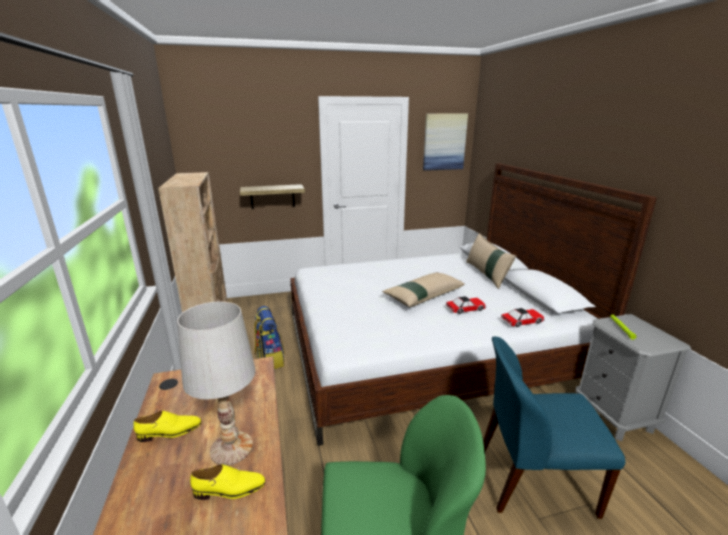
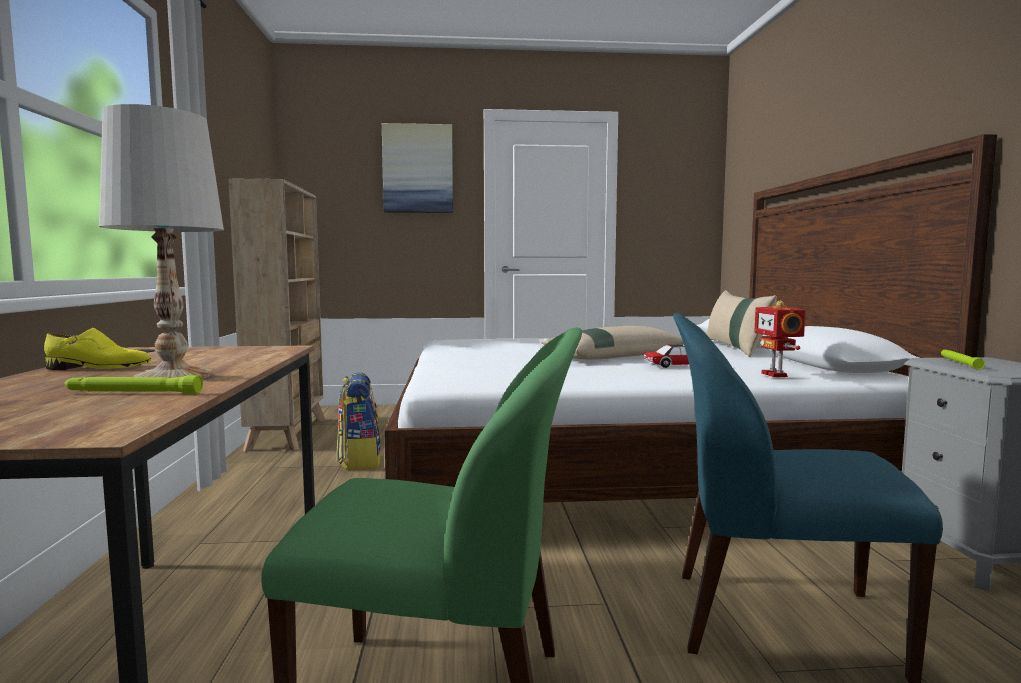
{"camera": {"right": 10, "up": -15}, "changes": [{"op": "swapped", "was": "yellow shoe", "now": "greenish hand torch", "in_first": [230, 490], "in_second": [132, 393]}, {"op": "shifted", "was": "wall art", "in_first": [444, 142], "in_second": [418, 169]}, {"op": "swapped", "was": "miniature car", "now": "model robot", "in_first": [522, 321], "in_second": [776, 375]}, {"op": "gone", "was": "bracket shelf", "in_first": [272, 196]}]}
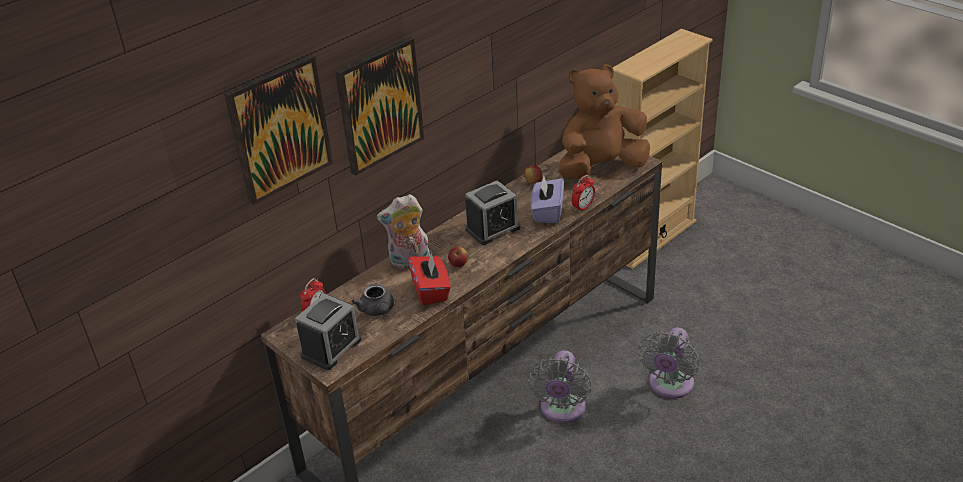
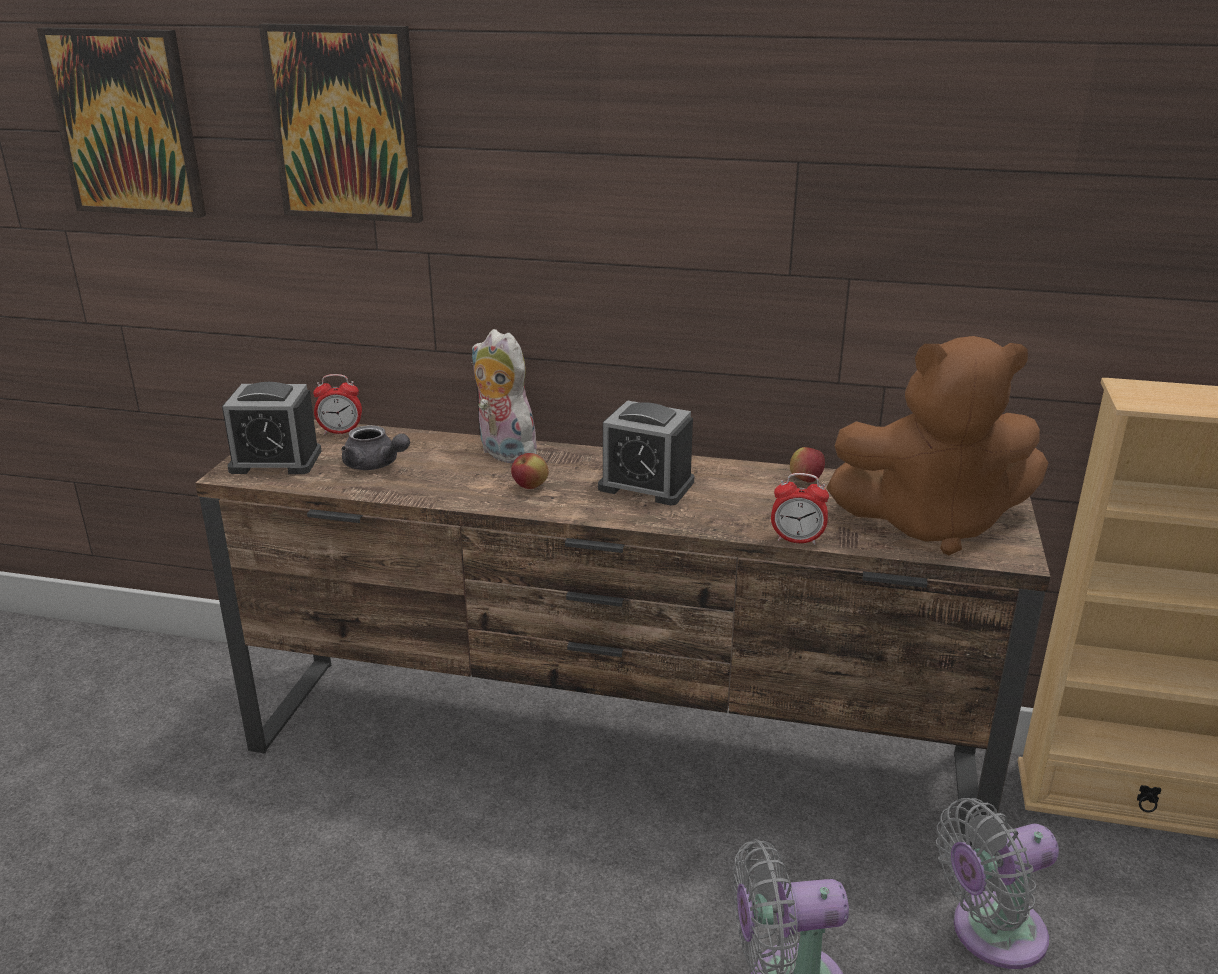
{"camera": {"right": 55, "up": -10}, "changes": [{"op": "shifted", "was": "wall art", "in_first": [379, 105], "in_second": [127, 123]}, {"op": "rotated", "was": "grey pot for tea", "in_first": [377, 311], "in_second": [375, 465], "clockwise": -90}, {"op": "rotated", "was": "brown-coloured plush toy", "in_first": [600, 168], "in_second": [931, 523], "clockwise": 150}, {"op": "shifted", "was": "grey electric fan", "in_first": [562, 410], "in_second": [990, 934]}, {"op": "gone", "was": "red-coloured tissue box", "in_first": [431, 291]}, {"op": "gone", "was": "purplish tissue box", "in_first": [547, 212]}]}
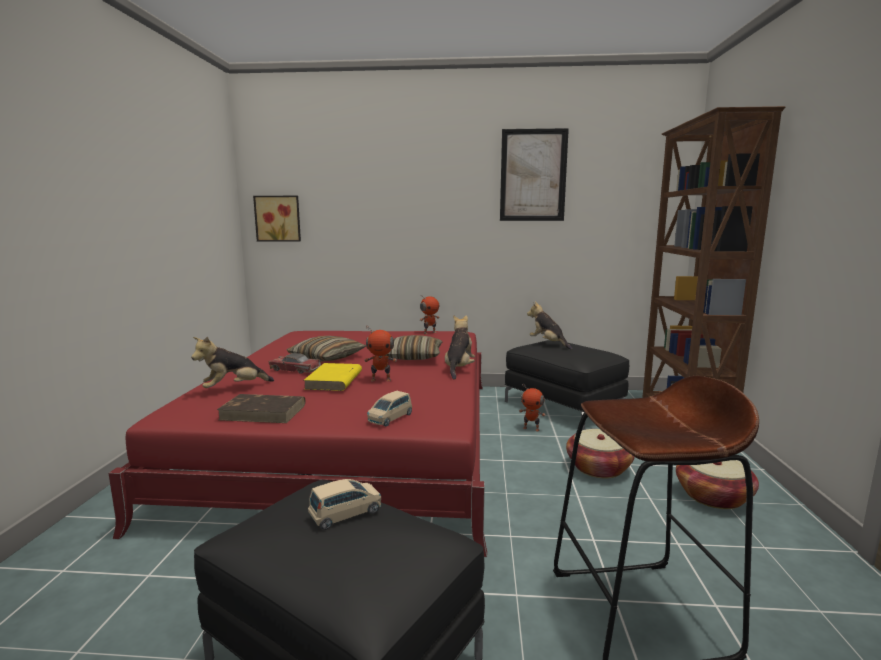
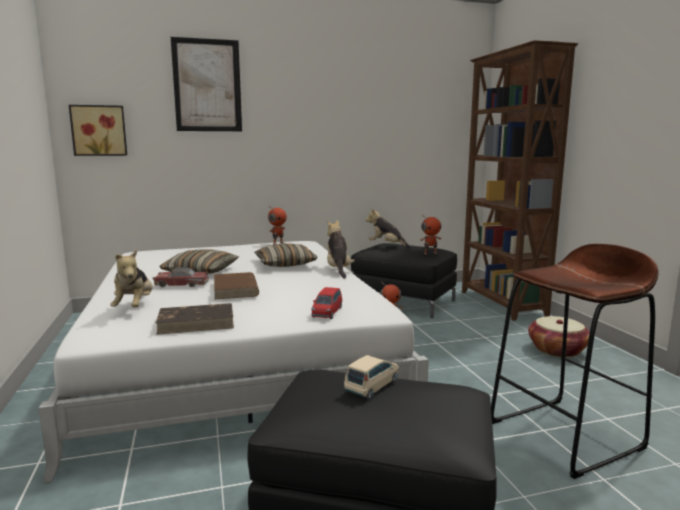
{"camera": {"right": -20, "up": 0}, "changes": [{"op": "repainted", "was": "red-coloured bedroom bed", "now": "white-coloured bedroom bed", "in_first": [354, 440], "in_second": [236, 352]}, {"op": "rotated", "was": "plush toy", "in_first": [233, 388], "in_second": [134, 306], "clockwise": -45}, {"op": "shifted", "was": "wall art", "in_first": [533, 175], "in_second": [207, 85]}, {"op": "repainted", "was": "yellow book", "now": "brown-coloured book", "in_first": [334, 380], "in_second": [236, 289]}, {"op": "repainted", "was": "beige-coloured miniature car", "now": "red-coloured miniature car", "in_first": [390, 418], "in_second": [327, 312]}, {"op": "shifted", "was": "model robot", "in_first": [381, 380], "in_second": [430, 253]}, {"op": "gone", "was": "basket", "in_first": [598, 468]}]}
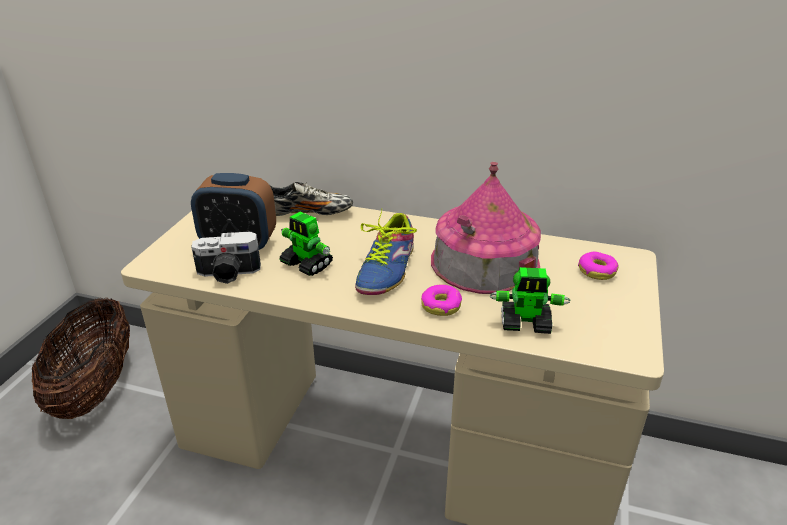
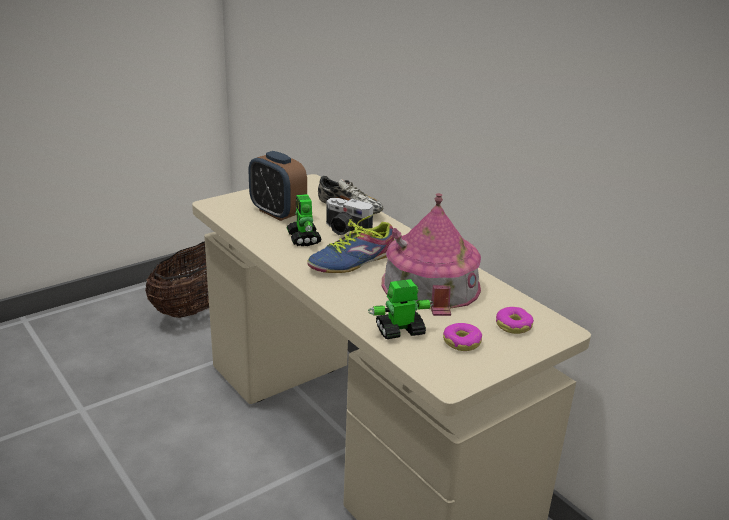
{"camera": {"right": 35, "up": -5}, "changes": [{"op": "shifted", "was": "photo camera", "in_first": [228, 274], "in_second": [345, 230]}, {"op": "rotated", "was": "model robot", "in_first": [526, 323], "in_second": [399, 331], "clockwise": 120}, {"op": "shifted", "was": "doughnut", "in_first": [441, 305], "in_second": [462, 342]}]}
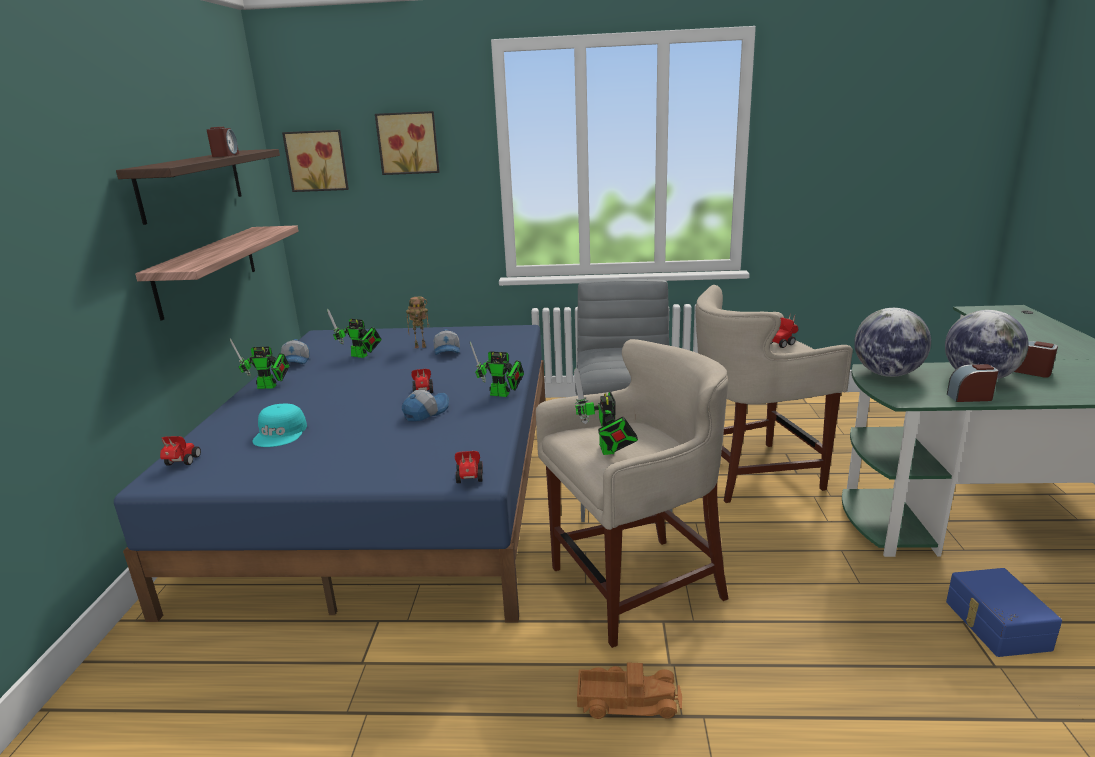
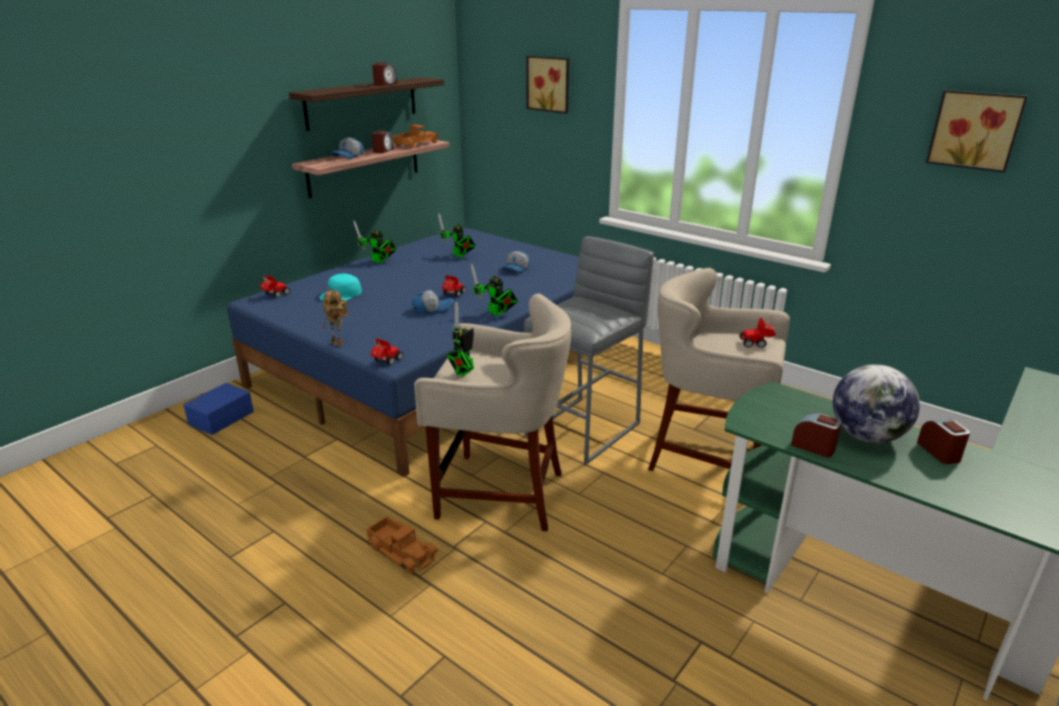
{"camera": {"right": 35, "up": 5}, "changes": [{"op": "shifted", "was": "blue storage container", "in_first": [995, 625], "in_second": [220, 417]}, {"op": "shifted", "was": "model robot", "in_first": [421, 346], "in_second": [339, 344]}, {"op": "shifted", "was": "cap", "in_first": [296, 361], "in_second": [348, 156]}, {"op": "new", "now": "bedside clock", "in_second": [383, 151]}, {"op": "new", "now": "toy truck", "in_second": [415, 144]}, {"op": "shifted", "was": "wall art", "in_first": [317, 160], "in_second": [975, 130]}, {"op": "gone", "was": "desk globe", "in_first": [886, 374]}]}
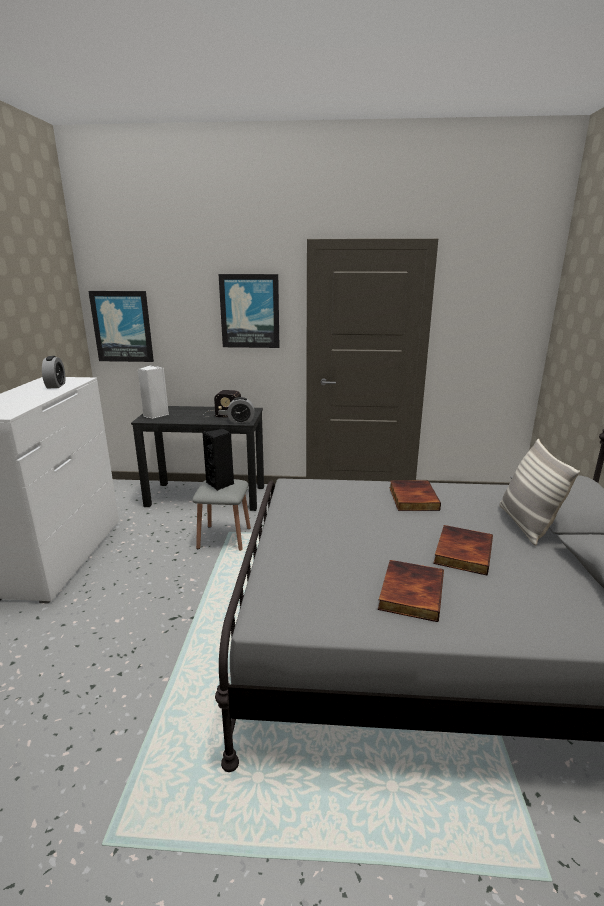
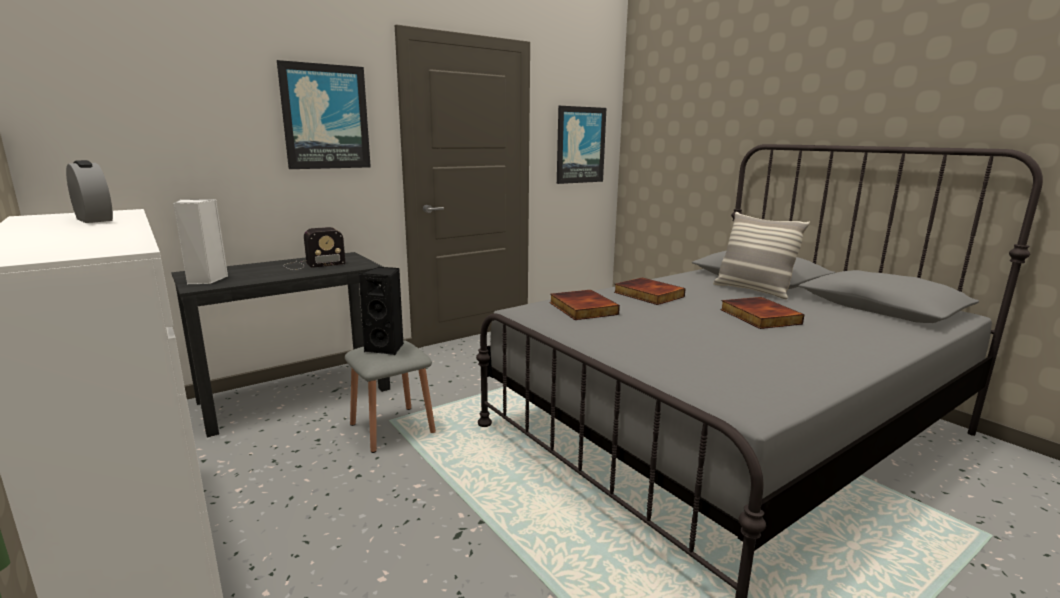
{"camera": {"right": -40, "up": -5}, "changes": [{"op": "shifted", "was": "book", "in_first": [409, 592], "in_second": [581, 308]}, {"op": "shifted", "was": "wall art", "in_first": [122, 326], "in_second": [580, 145]}, {"op": "gone", "was": "bedside clock", "in_first": [241, 421]}]}
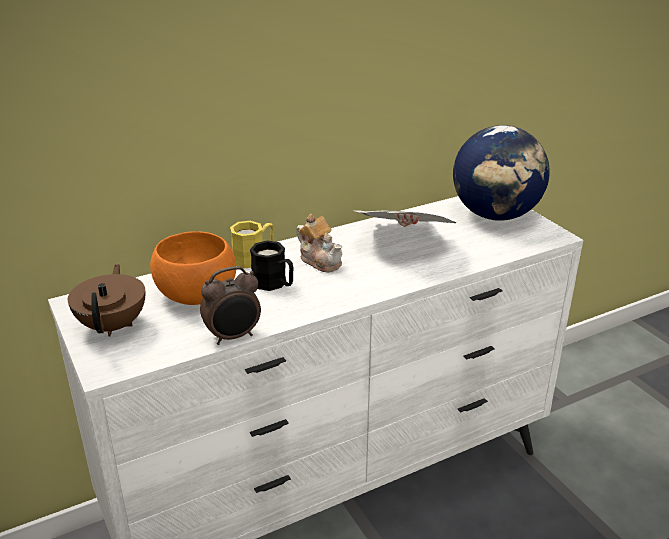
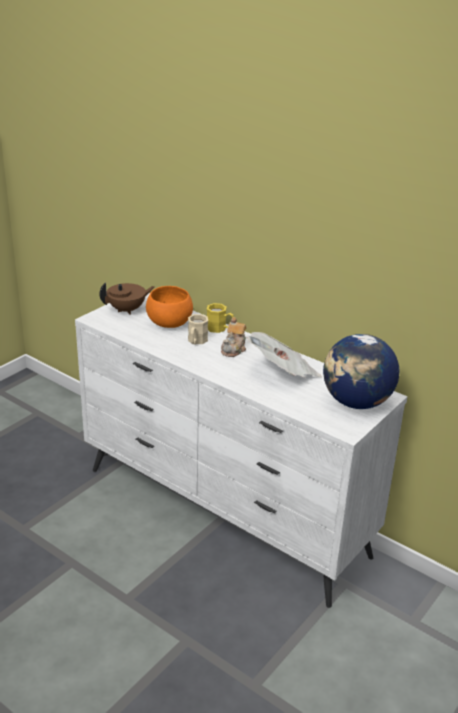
{"camera": {"right": 65, "up": 0}, "changes": [{"op": "repainted", "was": "blackish coffee mug", "now": "beige-coloured coffee mug", "in_first": [274, 284], "in_second": [196, 341]}, {"op": "gone", "was": "bedside clock", "in_first": [233, 337]}]}
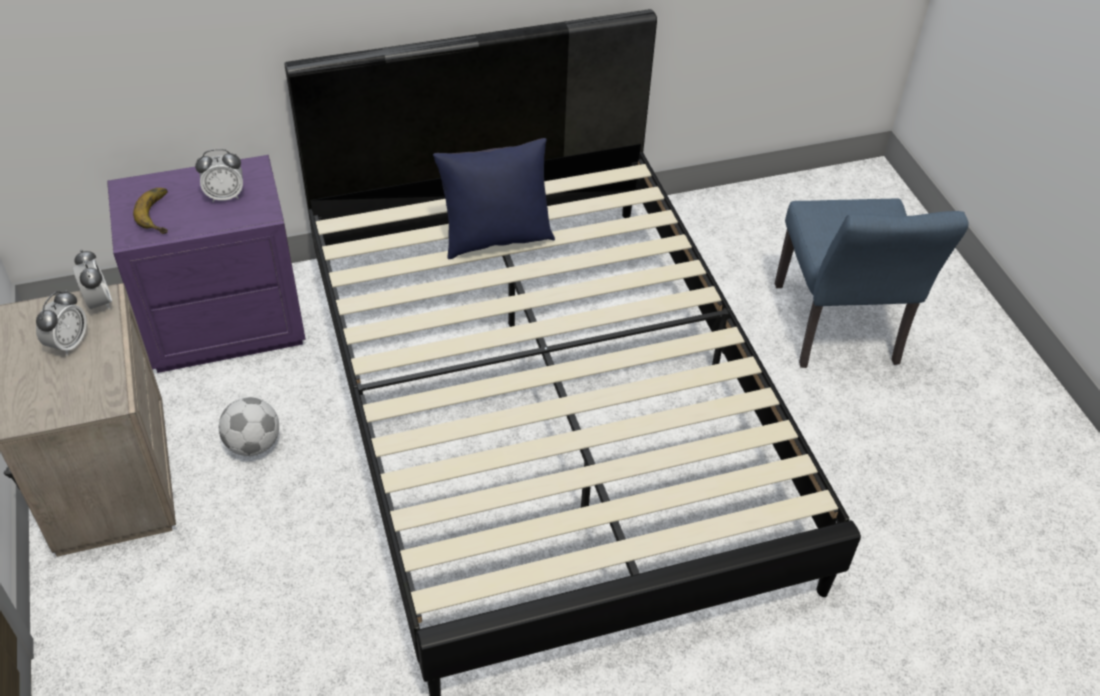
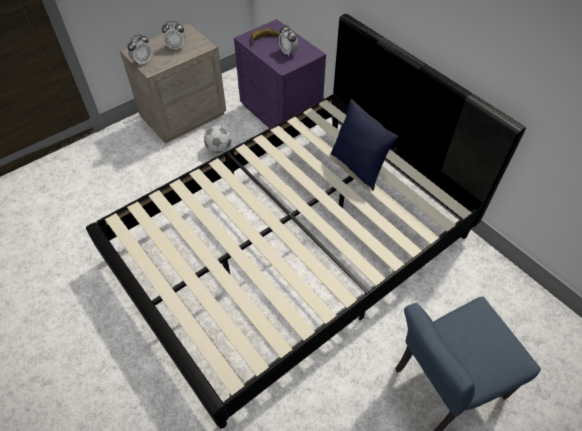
{"camera": {"right": 70, "up": 5}, "changes": [{"op": "shifted", "was": "bedside clock", "in_first": [99, 302], "in_second": [142, 62]}]}
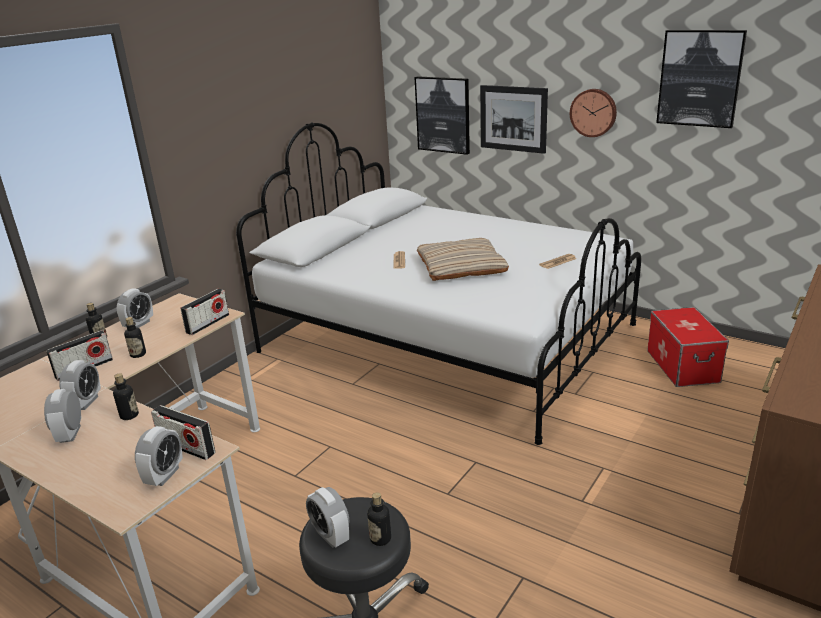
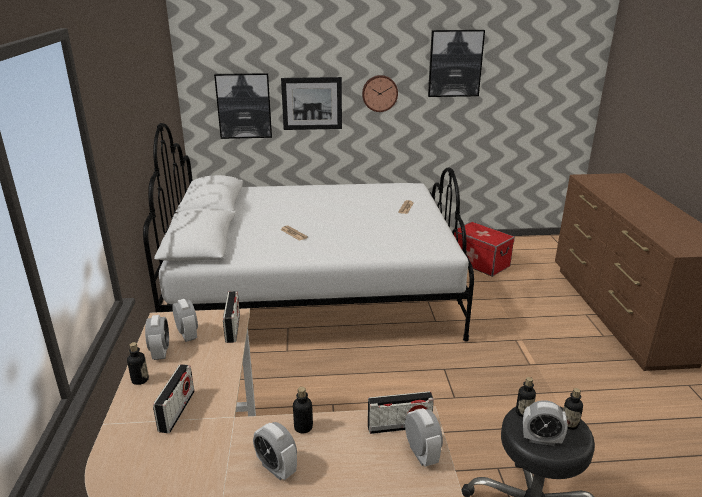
{"camera": {"right": -40, "up": 0}, "changes": [{"op": "shifted", "was": "bedside clock", "in_first": [86, 402], "in_second": [187, 335]}, {"op": "shifted", "was": "beverage bottle", "in_first": [138, 354], "in_second": [523, 412]}, {"op": "gone", "was": "beige-coloured throw pillow", "in_first": [461, 266]}]}
